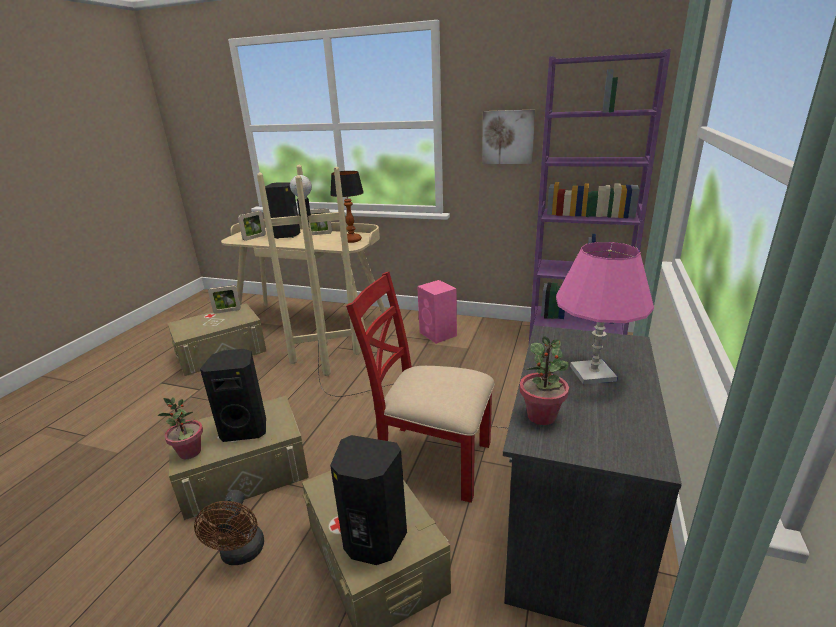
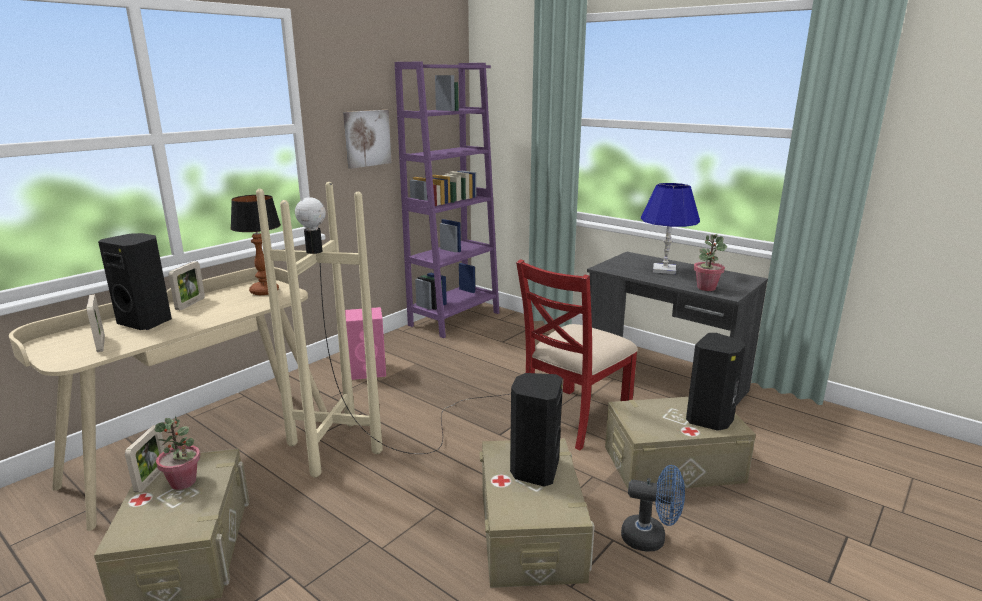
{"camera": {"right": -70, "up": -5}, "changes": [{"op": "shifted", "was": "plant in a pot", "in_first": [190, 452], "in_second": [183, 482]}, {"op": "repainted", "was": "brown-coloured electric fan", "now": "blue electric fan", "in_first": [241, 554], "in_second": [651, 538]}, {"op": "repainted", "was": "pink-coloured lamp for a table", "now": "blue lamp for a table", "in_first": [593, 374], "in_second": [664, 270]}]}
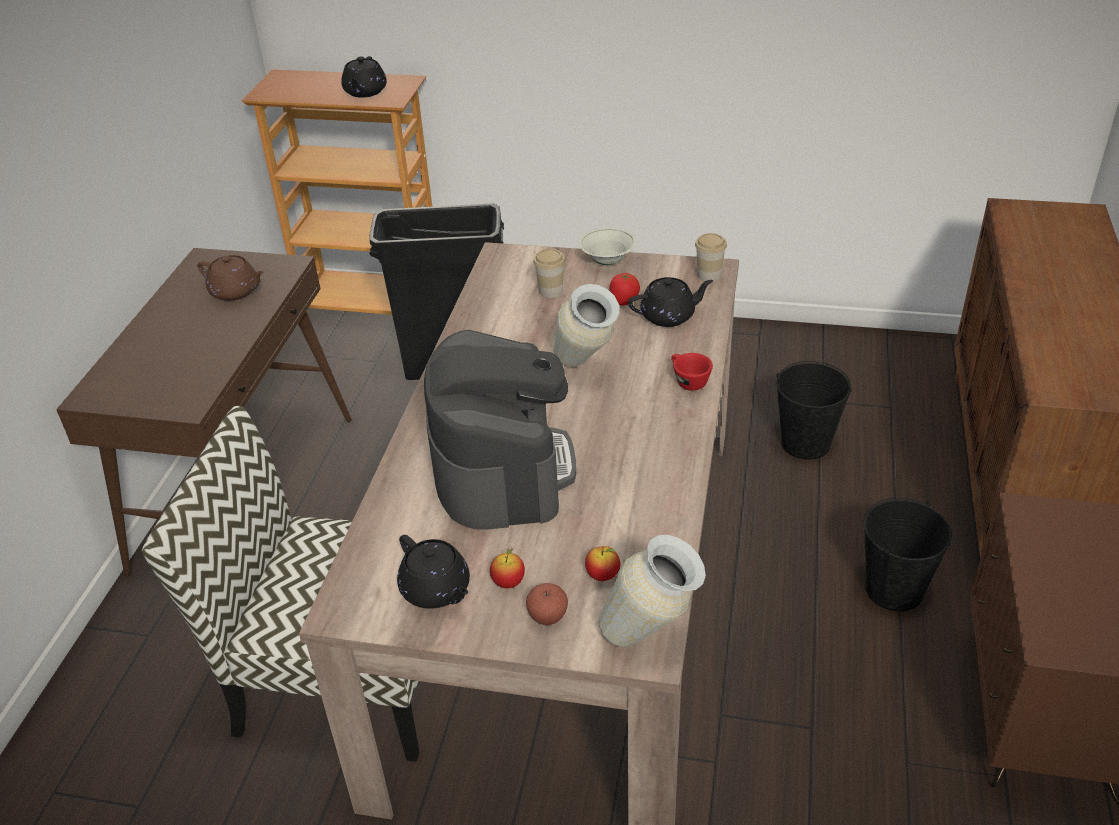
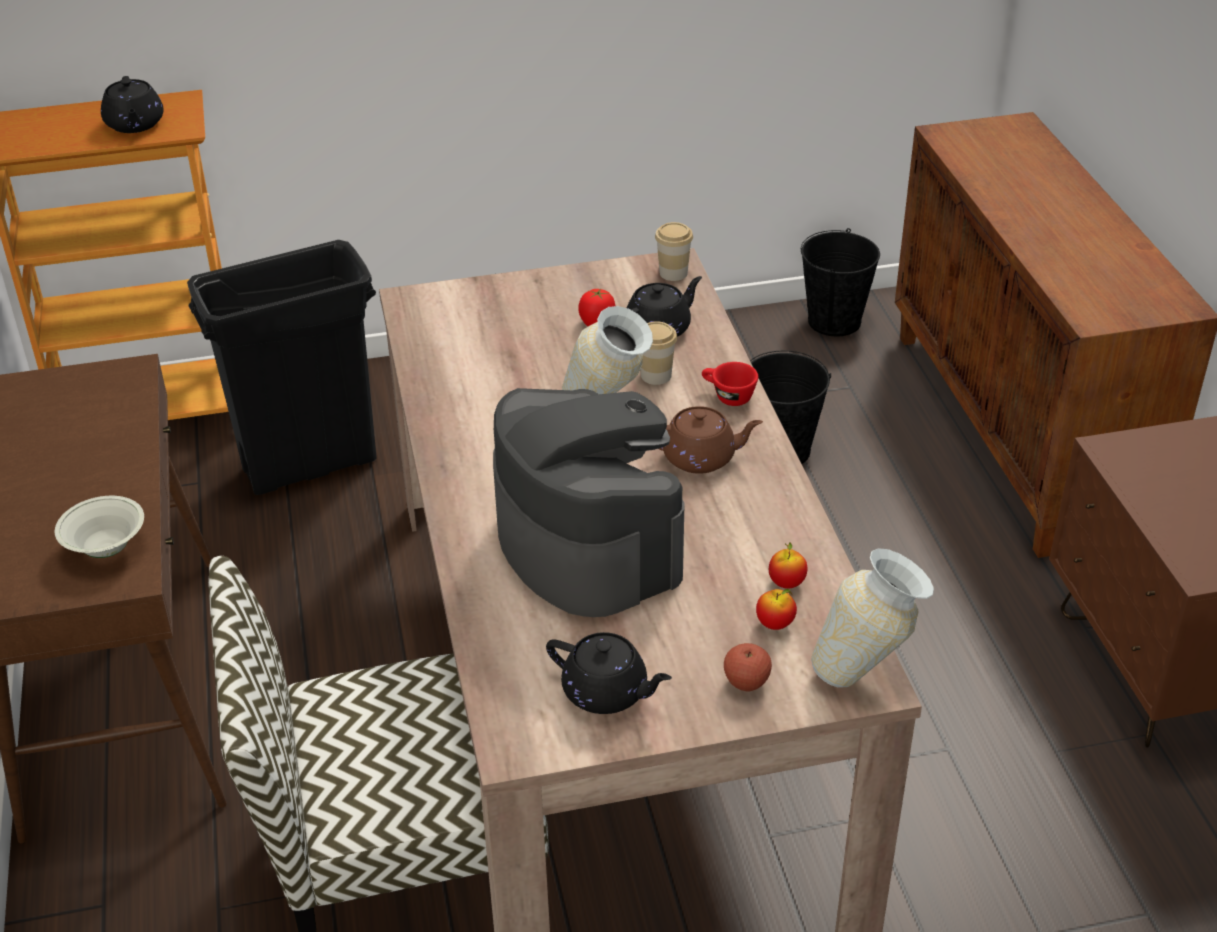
{"camera": {"right": -25, "up": 0}, "changes": [{"op": "shifted", "was": "white-coloured bowl", "in_first": [607, 261], "in_second": [106, 548]}, {"op": "shifted", "was": "cup", "in_first": [550, 291], "in_second": [656, 375]}, {"op": "shifted", "was": "brown-coloured pot for tea", "in_first": [236, 292], "in_second": [701, 458]}, {"op": "shifted", "was": "whole apple", "in_first": [508, 582], "in_second": [786, 583]}, {"op": "shifted", "was": "blackish pail", "in_first": [894, 590], "in_second": [835, 321]}]}
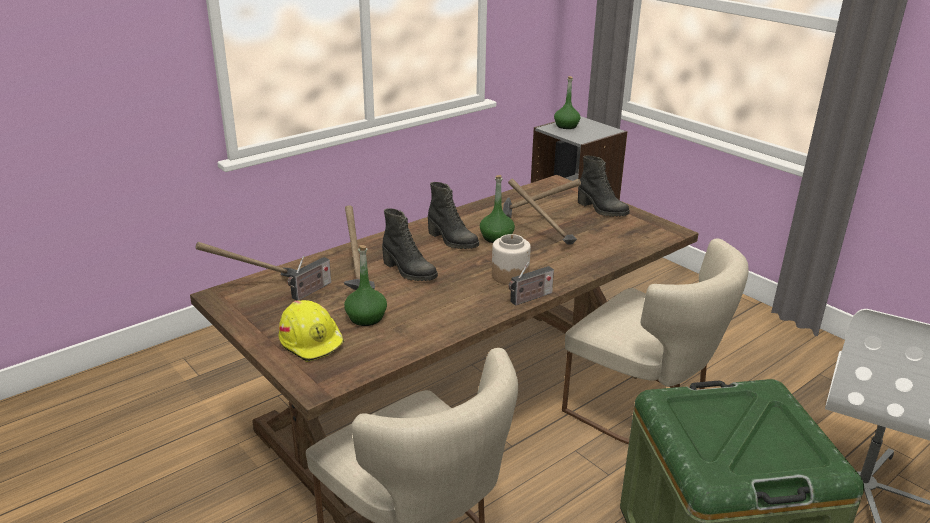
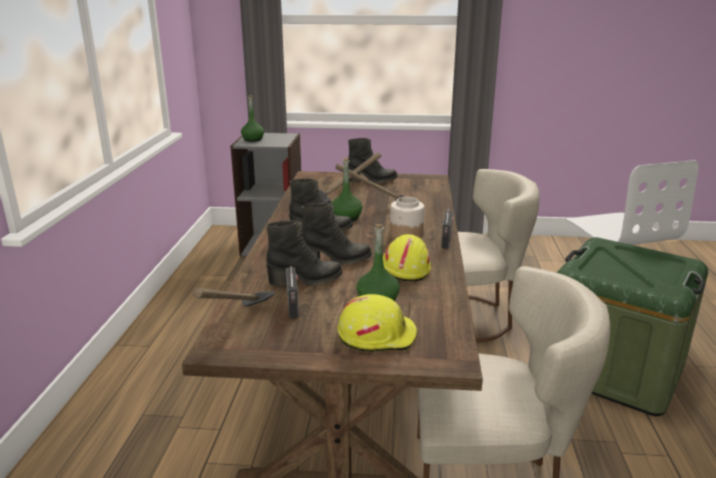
{"camera": {"right": -45, "up": -5}, "changes": [{"op": "swapped", "was": "hammer", "now": "blackish boot", "in_first": [355, 277], "in_second": [305, 280]}, {"op": "new", "now": "yellow hard hat", "in_second": [404, 269]}]}
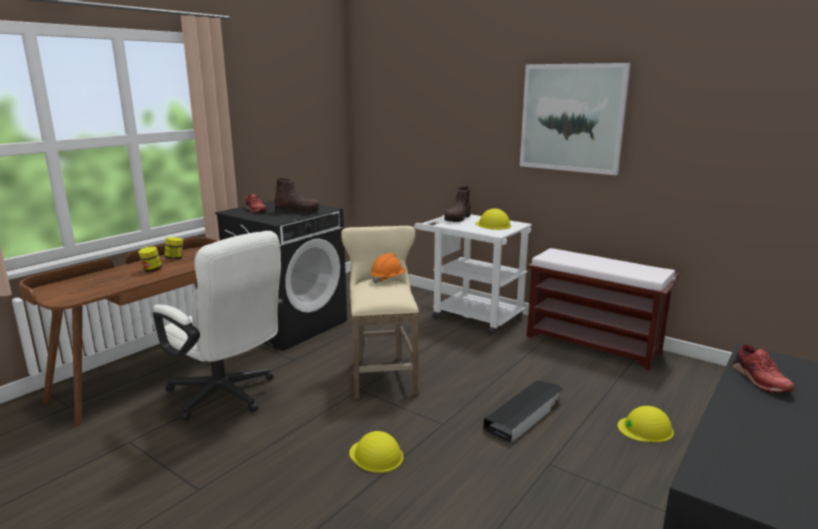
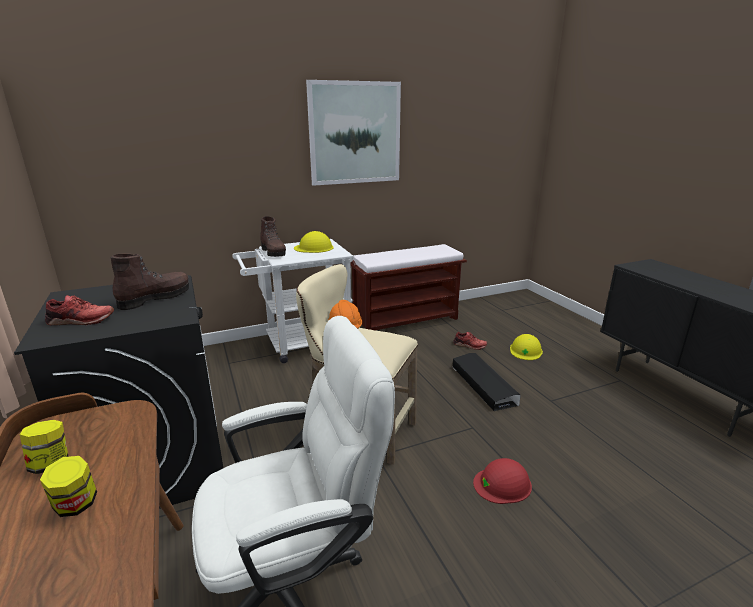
{"camera": {"right": -60, "up": 5}, "changes": [{"op": "shifted", "was": "red-coloured shoe", "in_first": [759, 379], "in_second": [469, 345]}, {"op": "repainted", "was": "yellow hard hat", "now": "red-coloured hard hat", "in_first": [376, 455], "in_second": [502, 484]}]}
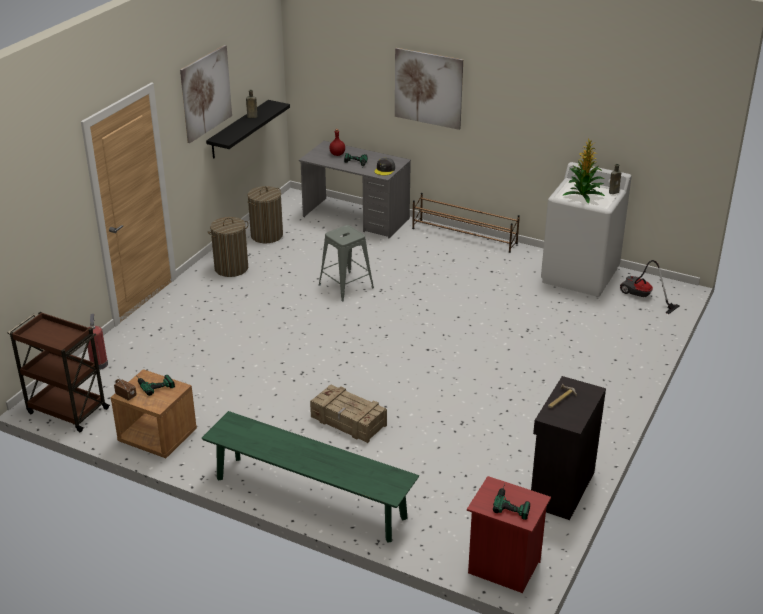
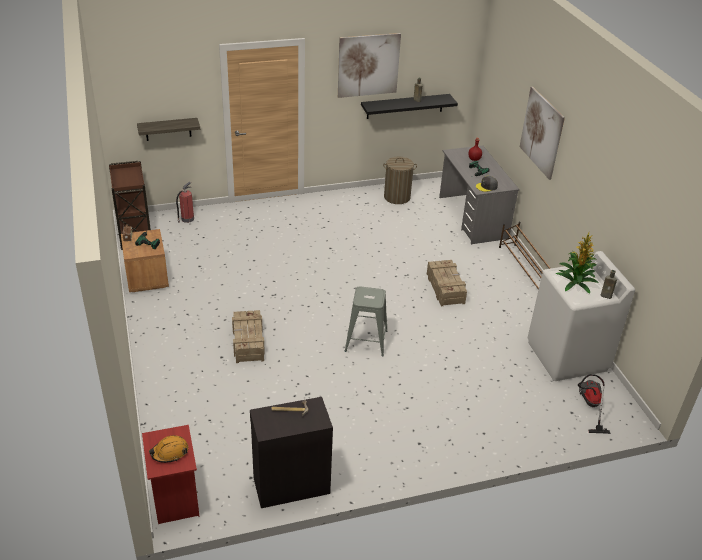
{"camera": {"right": 45, "up": 5}, "changes": [{"op": "new", "now": "bracket shelf", "in_second": [168, 129]}, {"op": "swapped", "was": "electric drill", "now": "orangey hard hat", "in_first": [512, 502], "in_second": [170, 452]}, {"op": "shifted", "was": "grey sitting stool", "in_first": [346, 286], "in_second": [366, 341]}, {"op": "new", "now": "packing crate", "in_second": [445, 288]}, {"op": "gone", "was": "greenish long seat", "in_first": [309, 498]}, {"op": "gone", "was": "hamper", "in_first": [231, 268]}]}
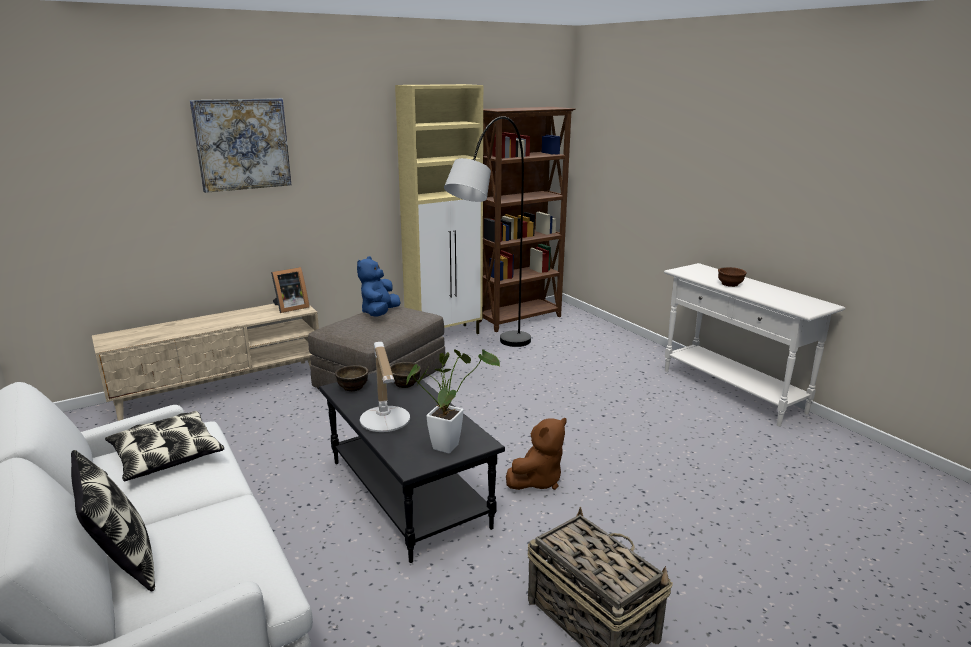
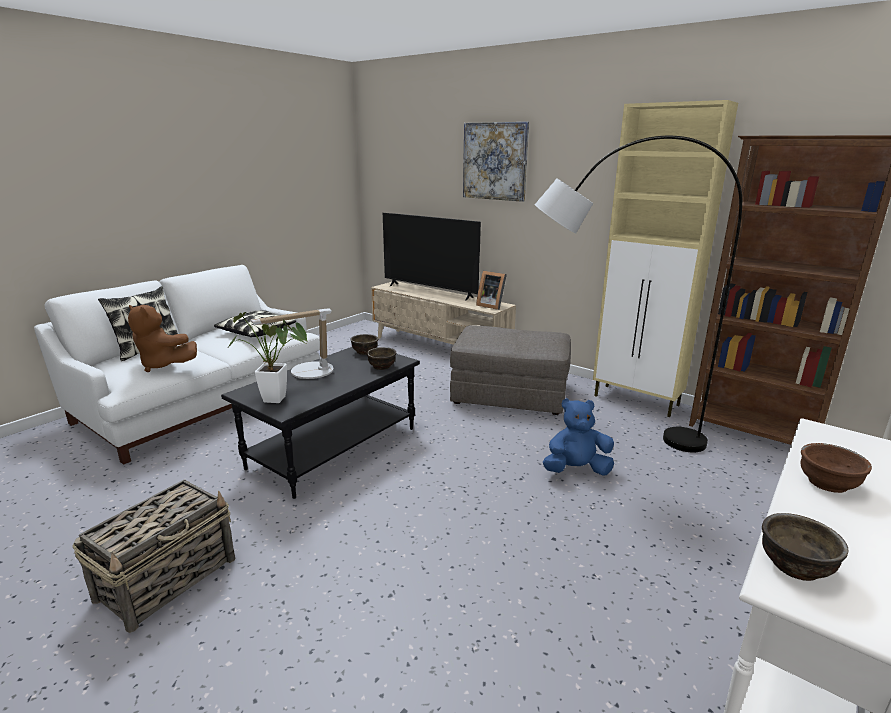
{"camera": {"right": 70, "up": 0}, "changes": [{"op": "shifted", "was": "brown-coloured plush toy", "in_first": [537, 480], "in_second": [163, 365]}, {"op": "new", "now": "TV set", "in_second": [430, 291]}, {"op": "shifted", "was": "blue plush toy", "in_first": [379, 313], "in_second": [576, 470]}, {"op": "new", "now": "brown-coloured bowl", "in_second": [795, 566]}]}
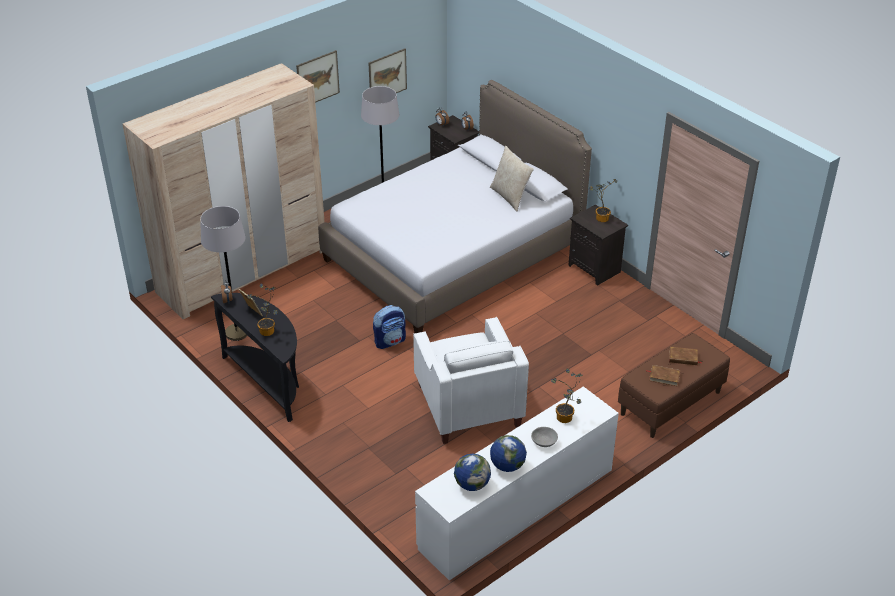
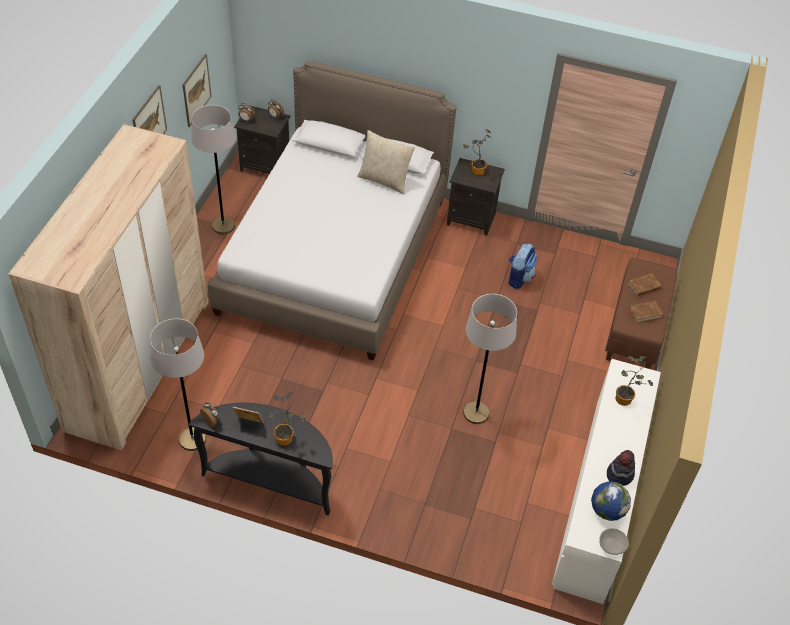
{"camera": {"right": -35, "up": 10}, "changes": [{"op": "swapped", "was": "white-coloured lounge chair", "now": "grey standard lamp", "in_first": [468, 405], "in_second": [476, 413]}, {"op": "shifted", "was": "knapsack", "in_first": [390, 341], "in_second": [519, 277]}, {"op": "shifted", "was": "grey bowl", "in_first": [544, 442], "in_second": [611, 545]}, {"op": "swapped", "was": "desk globe", "now": "clothing hat", "in_first": [507, 466], "in_second": [619, 474]}]}
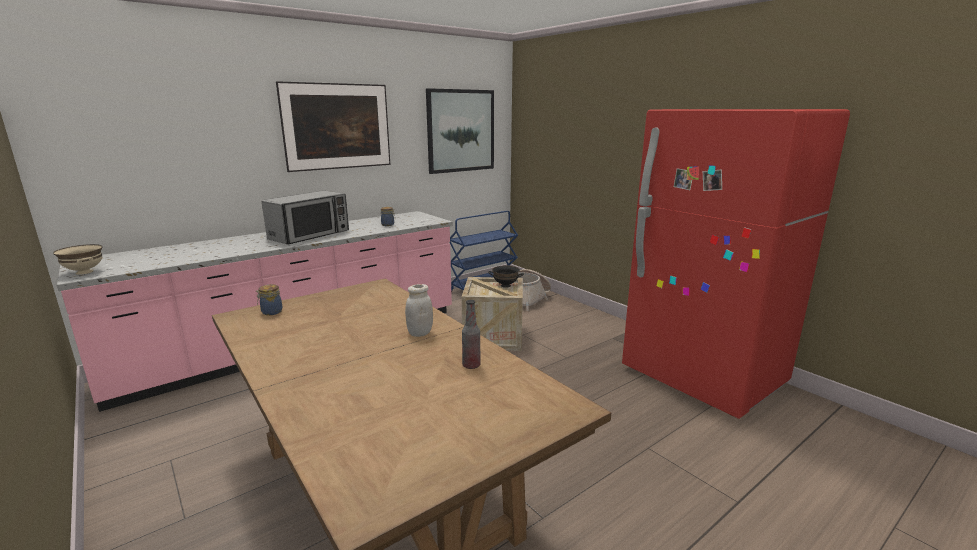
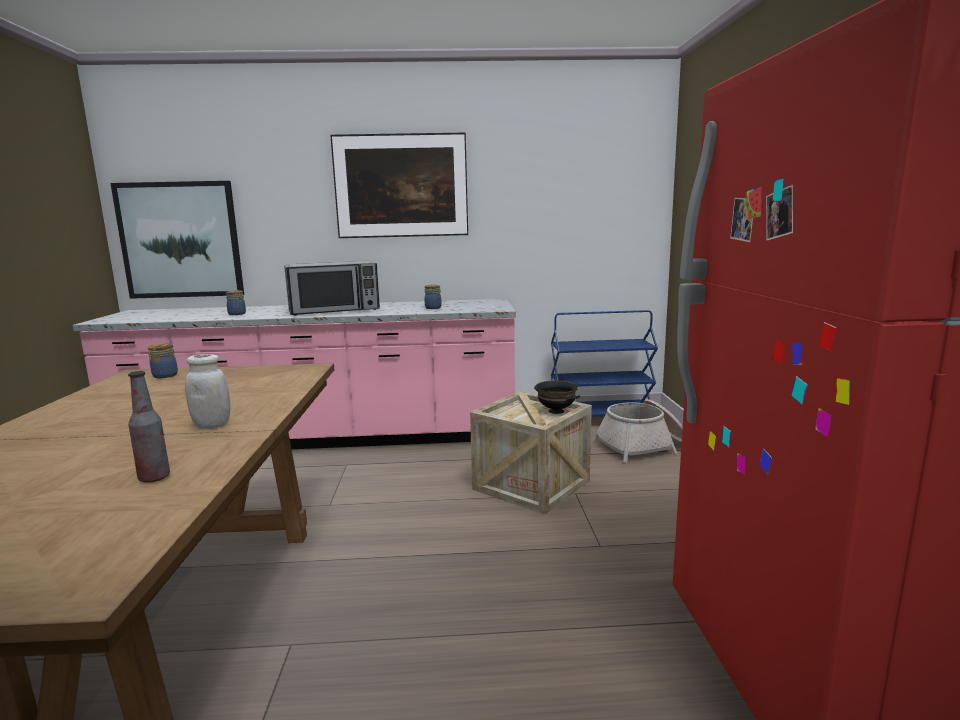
{"camera": {"right": 35, "up": -5}, "changes": [{"op": "shifted", "was": "wall art", "in_first": [461, 131], "in_second": [180, 240]}, {"op": "new", "now": "jar", "in_second": [237, 314]}, {"op": "gone", "was": "beige-coloured bowl", "in_first": [85, 272]}]}
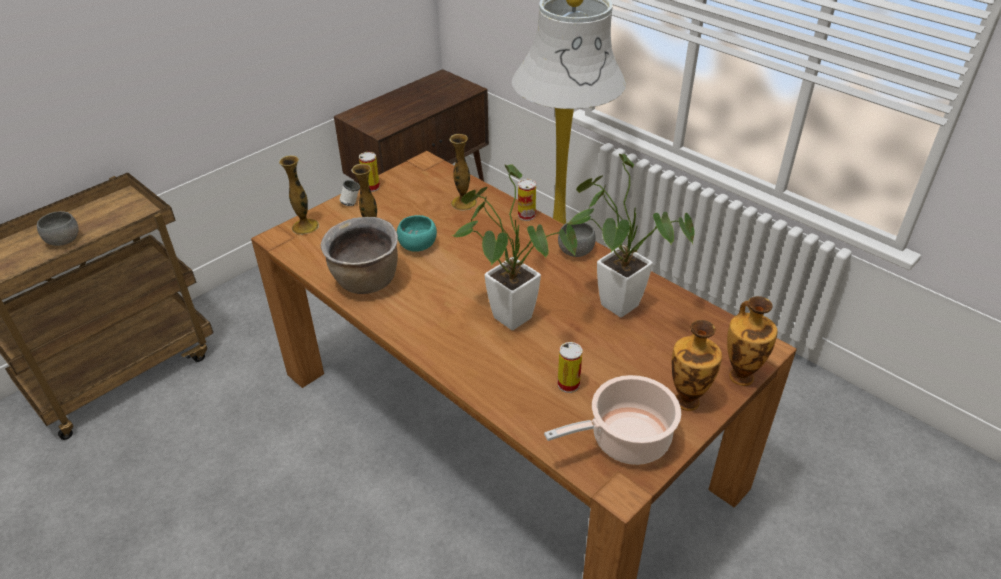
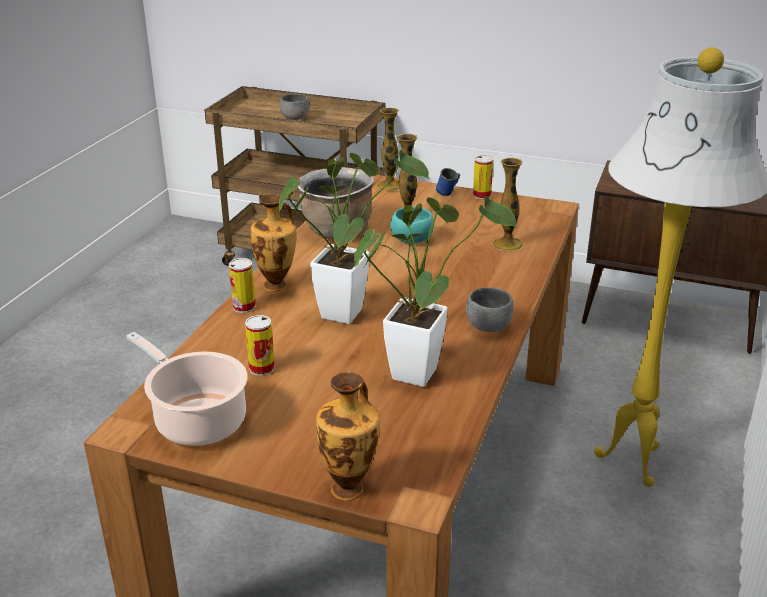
{"camera": {"right": 65, "up": -10}, "changes": [{"op": "shifted", "was": "sealed can", "in_first": [526, 215], "in_second": [244, 307]}, {"op": "shifted", "was": "decorative vase", "in_first": [687, 400], "in_second": [277, 286]}, {"op": "repainted", "was": "white-coloured coffee mug", "now": "blue coffee mug", "in_first": [351, 201], "in_second": [448, 193]}]}
